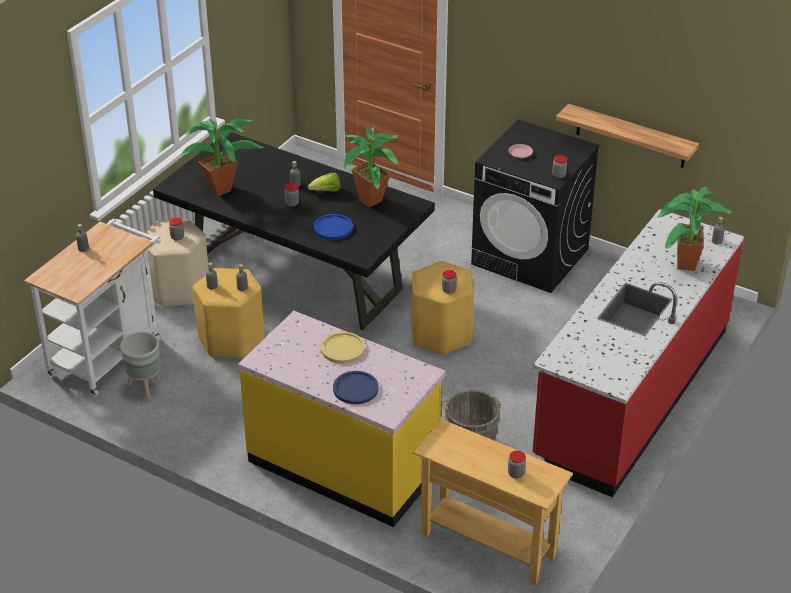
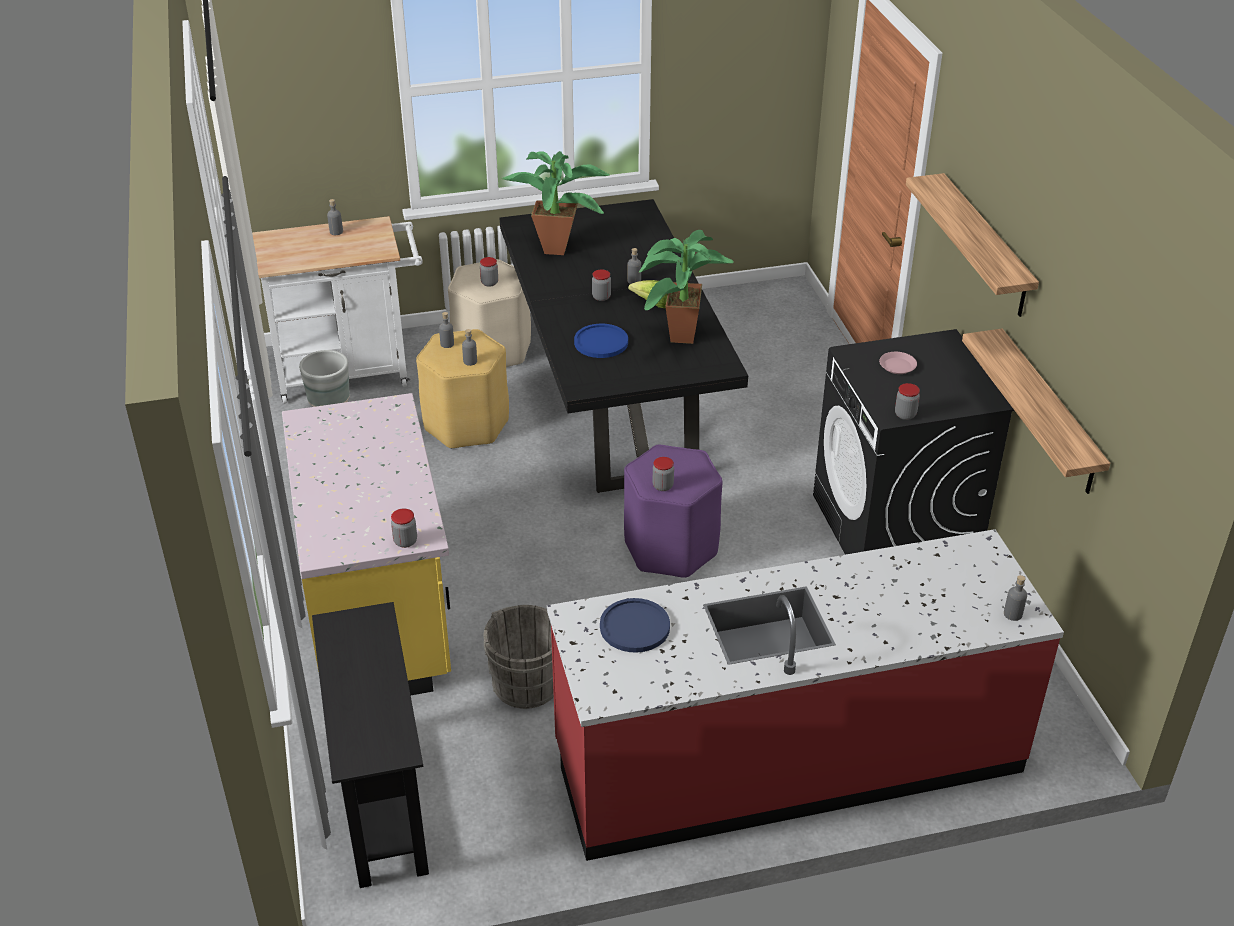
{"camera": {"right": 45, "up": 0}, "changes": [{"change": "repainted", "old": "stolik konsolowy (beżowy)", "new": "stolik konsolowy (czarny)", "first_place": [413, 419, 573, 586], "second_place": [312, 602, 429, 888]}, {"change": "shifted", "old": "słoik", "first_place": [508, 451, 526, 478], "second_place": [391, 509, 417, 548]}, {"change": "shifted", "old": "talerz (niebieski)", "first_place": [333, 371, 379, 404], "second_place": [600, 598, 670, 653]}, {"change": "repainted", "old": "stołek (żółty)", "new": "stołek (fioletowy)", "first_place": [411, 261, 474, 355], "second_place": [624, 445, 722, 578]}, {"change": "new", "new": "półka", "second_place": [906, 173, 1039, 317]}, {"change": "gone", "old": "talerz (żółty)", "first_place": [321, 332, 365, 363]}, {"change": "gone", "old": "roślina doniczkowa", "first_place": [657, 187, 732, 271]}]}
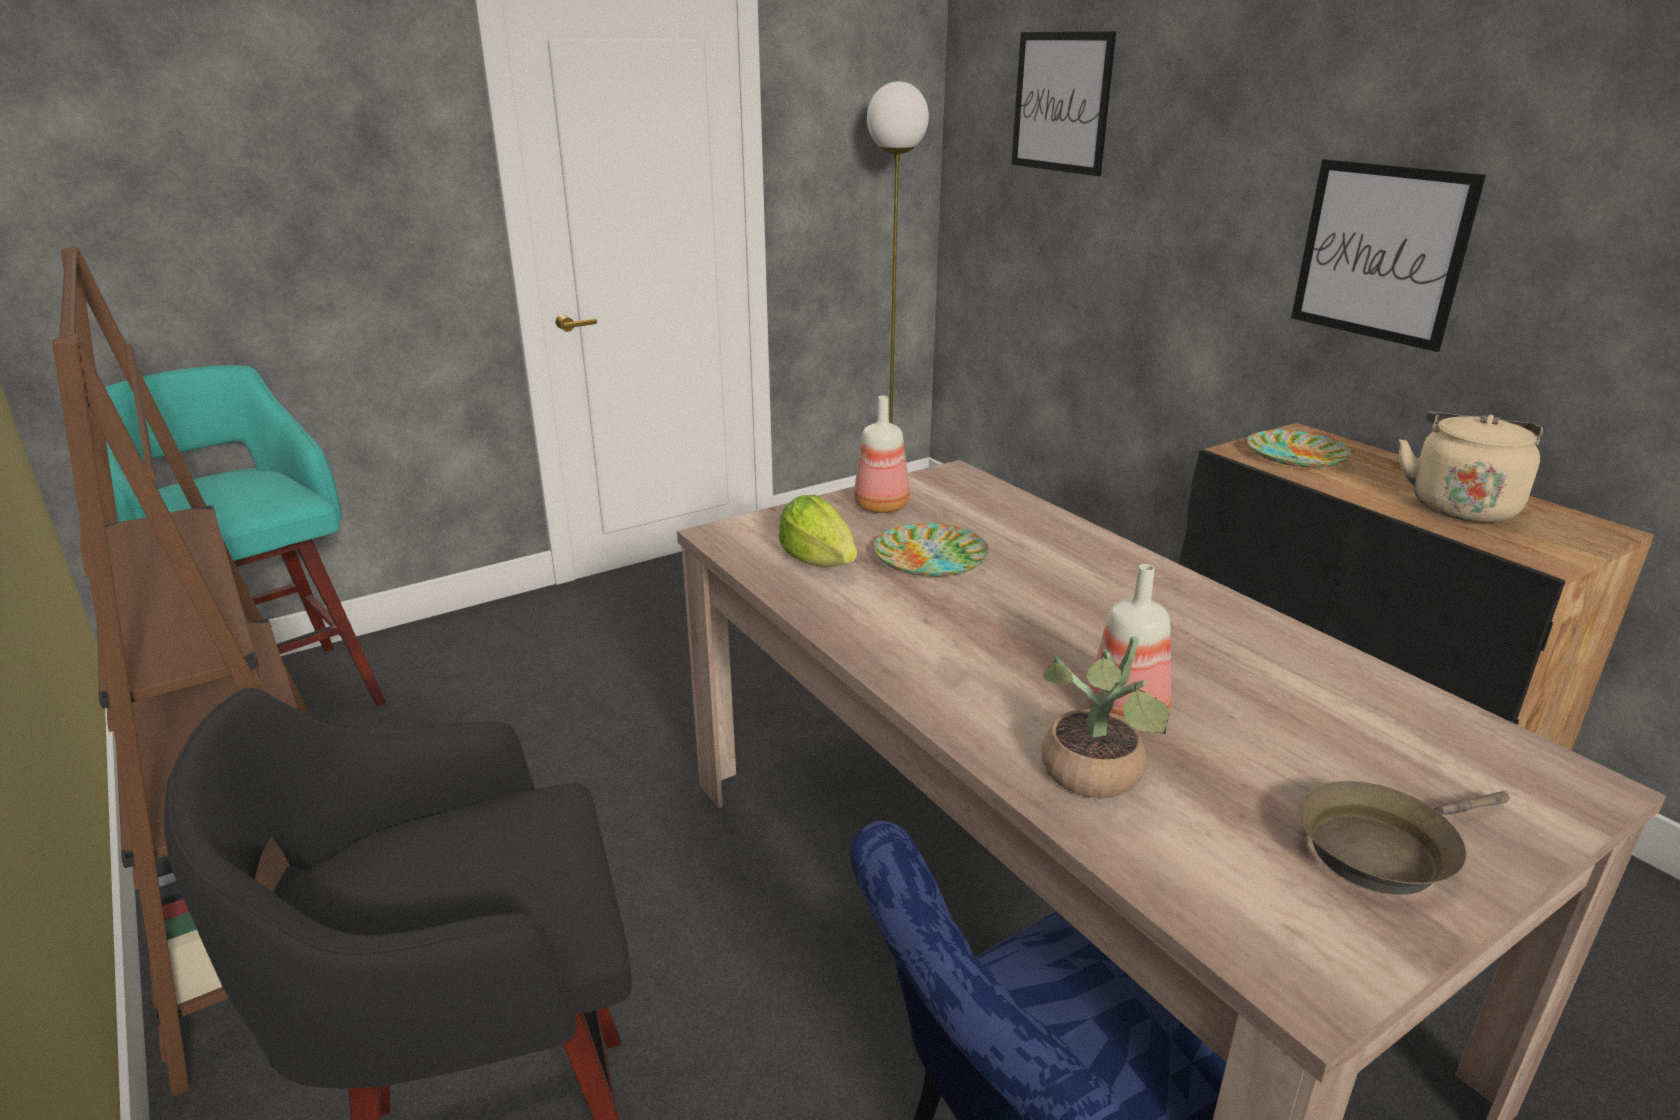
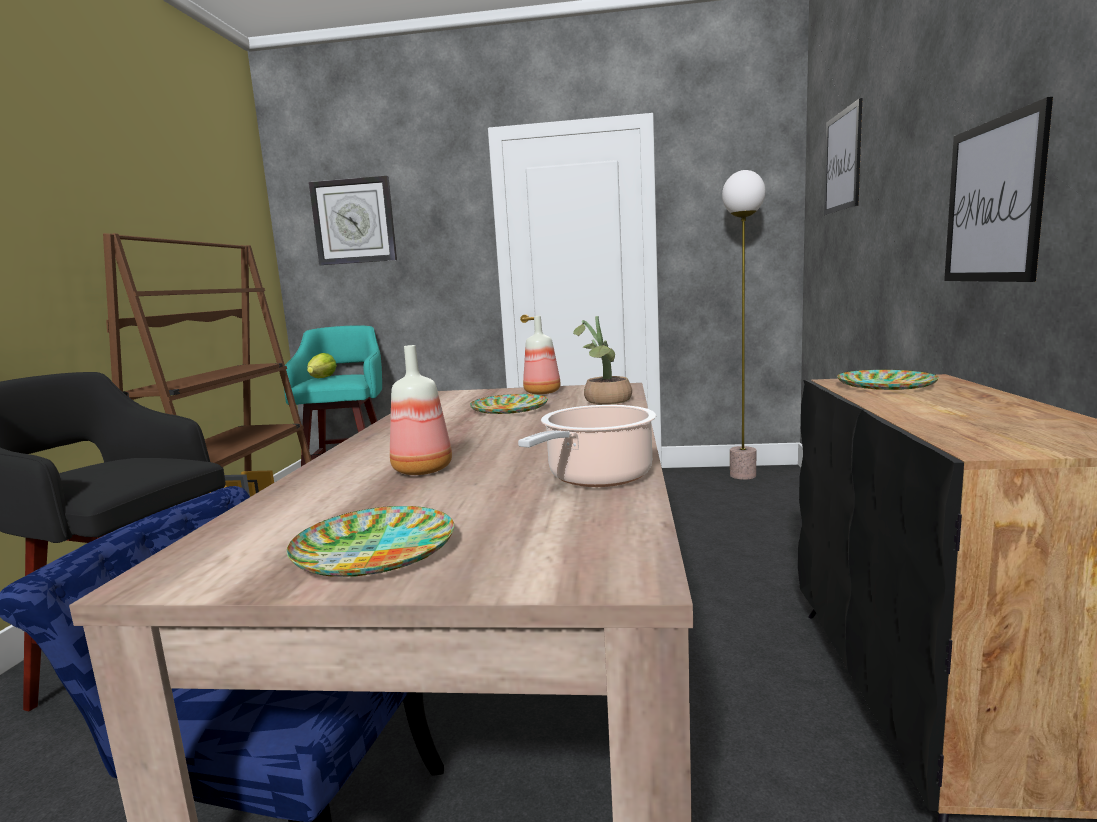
{"camera": {"right": 40, "up": -15}, "changes": [{"change": "swapped", "old": "patelnia (brązowy)", "new": "talerz", "first_place": [1298, 781, 1510, 895], "second_place": [287, 506, 454, 577]}, {"change": "shifted", "old": "sałata", "first_place": [779, 495, 857, 567], "second_place": [307, 353, 337, 378]}, {"change": "new", "new": "zegar ścienny", "second_place": [309, 176, 397, 265]}, {"change": "new", "new": "garnek", "second_place": [518, 405, 656, 487]}, {"change": "shifted", "old": "roślina doniczkowa", "first_place": [1041, 636, 1170, 798], "second_place": [573, 316, 632, 405]}, {"change": "gone", "old": "czajnik (beżowy)", "first_place": [1399, 412, 1543, 523]}]}
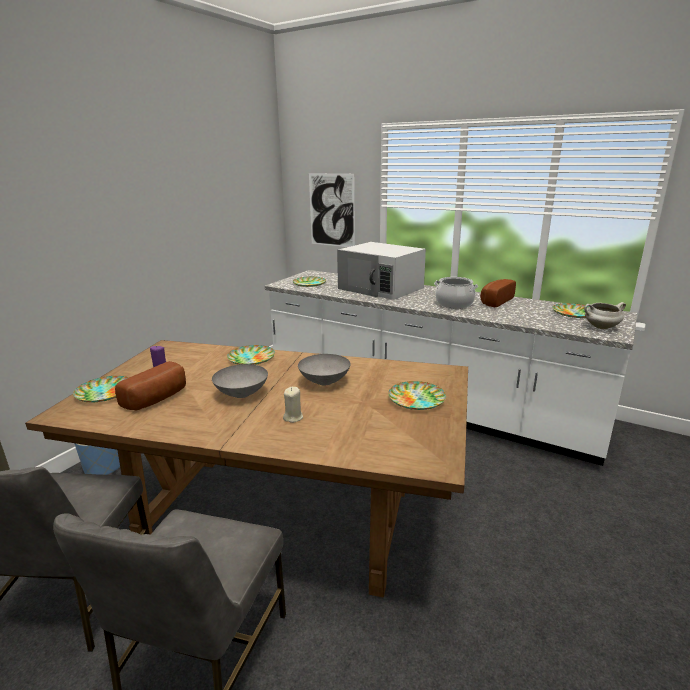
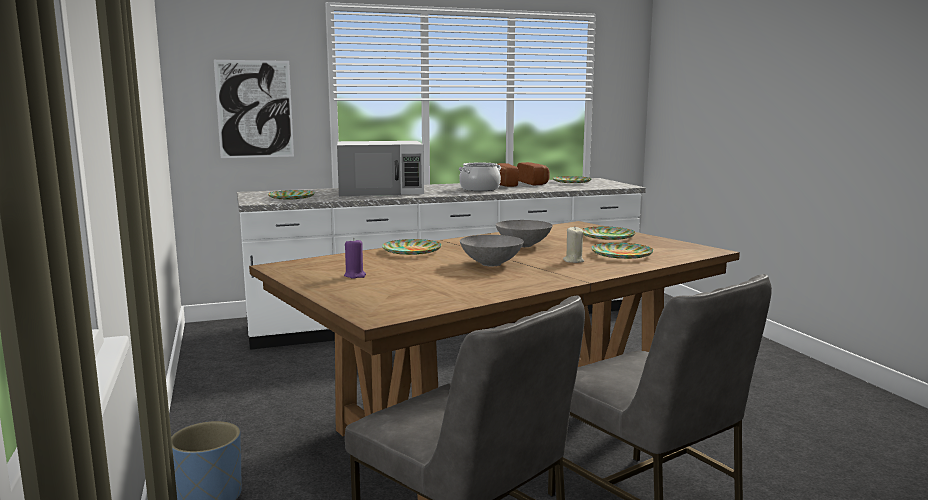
{"camera": {"right": -50, "up": -10}, "changes": [{"change": "shifted", "old": "chleb", "first_place": [115, 361, 186, 410], "second_place": [517, 162, 550, 185]}, {"change": "shifted", "old": "talerz", "first_place": [73, 376, 129, 402], "second_place": [591, 242, 653, 259]}, {"change": "gone", "old": "garnek (biały)", "first_place": [584, 302, 626, 329]}]}
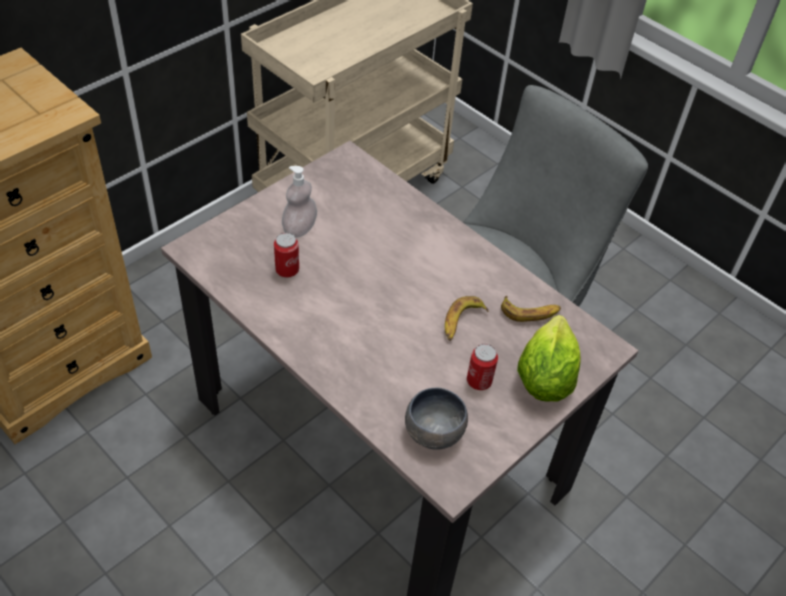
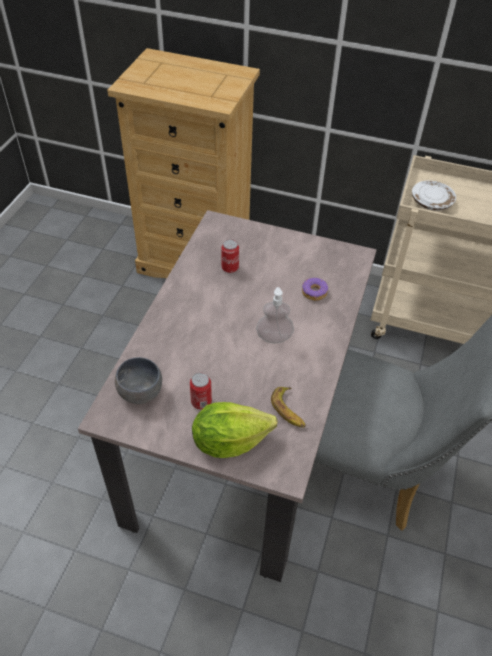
{"camera": {"right": 65, "up": 0}, "changes": [{"change": "shifted", "old": "dozownik mydła", "first_place": [282, 166, 317, 237], "second_place": [256, 287, 294, 343]}, {"change": "new", "new": "donut", "second_place": [302, 278, 328, 301]}, {"change": "new", "new": "talerz (biały)", "second_place": [412, 180, 456, 211]}, {"change": "gone", "old": "banan", "first_place": [445, 296, 489, 341]}]}
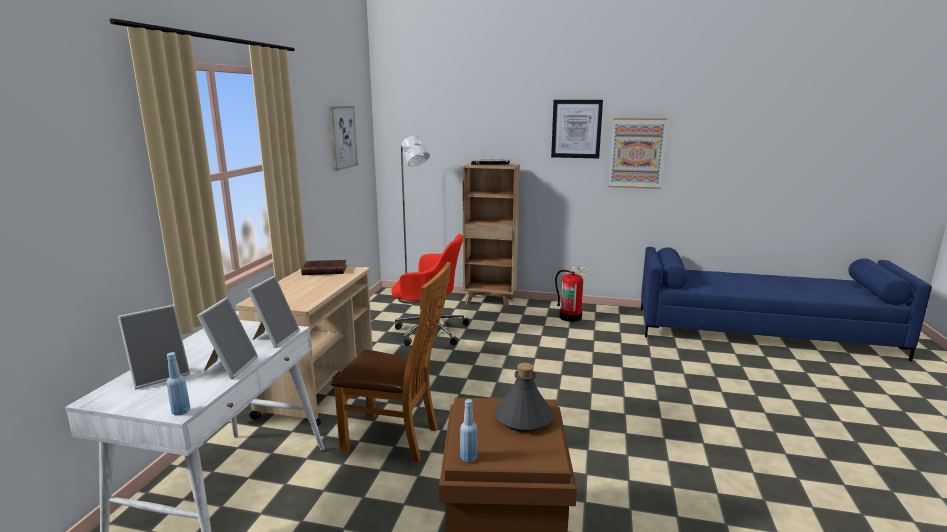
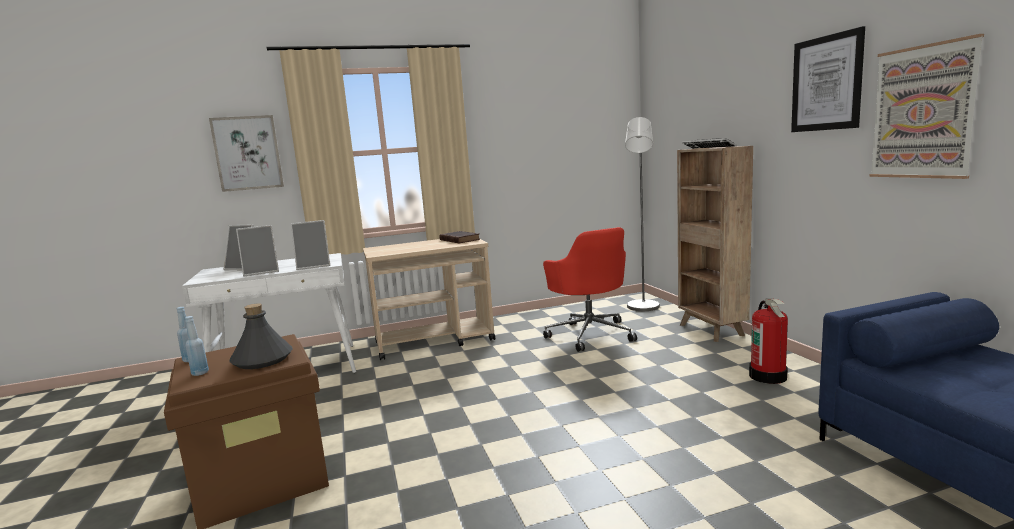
{"camera": {"right": 60, "up": -5}, "changes": [{"change": "shifted", "old": "butelka (niebieski)", "first_place": [166, 352, 190, 415], "second_place": [185, 316, 209, 376]}, {"change": "shifted", "old": "obraz", "first_place": [329, 106, 358, 171], "second_place": [209, 115, 284, 192]}, {"change": "gone", "old": "krzesło (brązowy)", "first_place": [331, 262, 451, 462]}]}
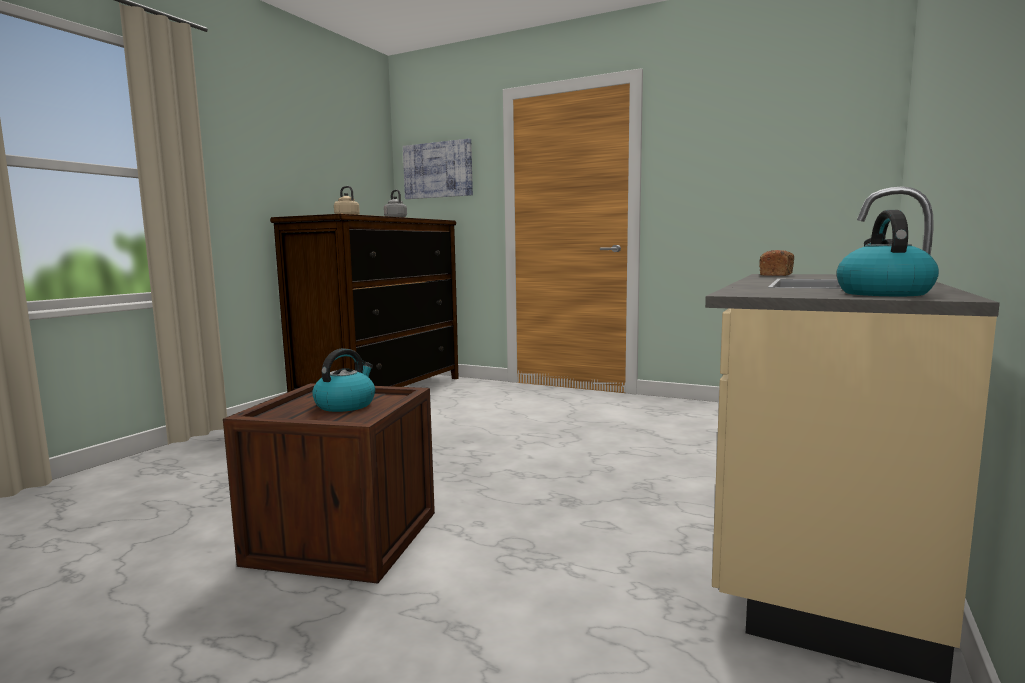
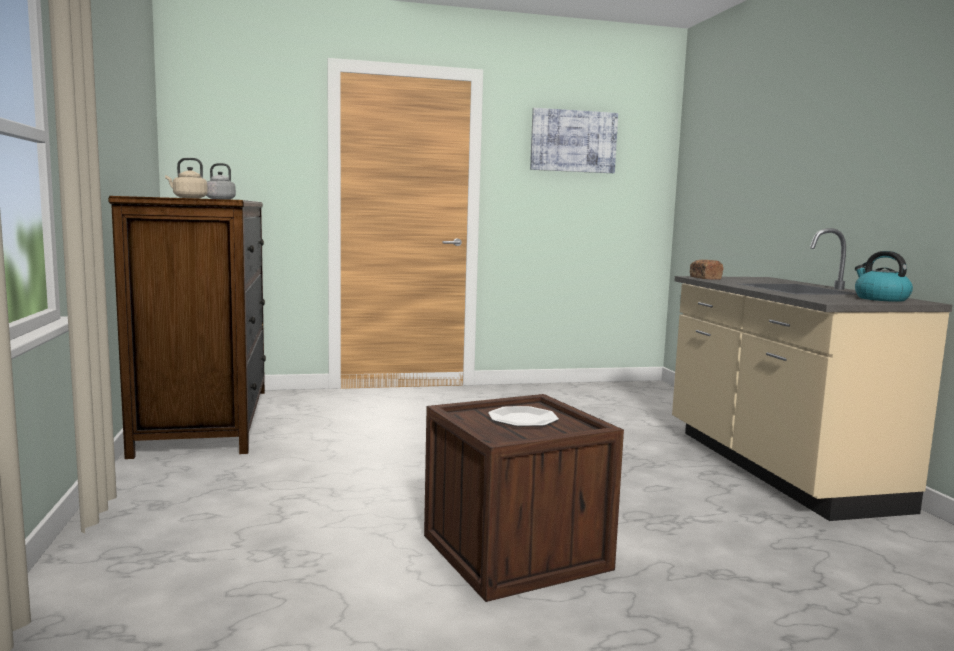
{"camera": {"right": -40, "up": 0}, "changes": [{"change": "swapped", "old": "czajnik", "new": "talerz", "first_place": [312, 348, 375, 412], "second_place": [488, 406, 559, 427]}, {"change": "shifted", "old": "obraz", "first_place": [403, 139, 473, 199], "second_place": [530, 108, 618, 173]}]}
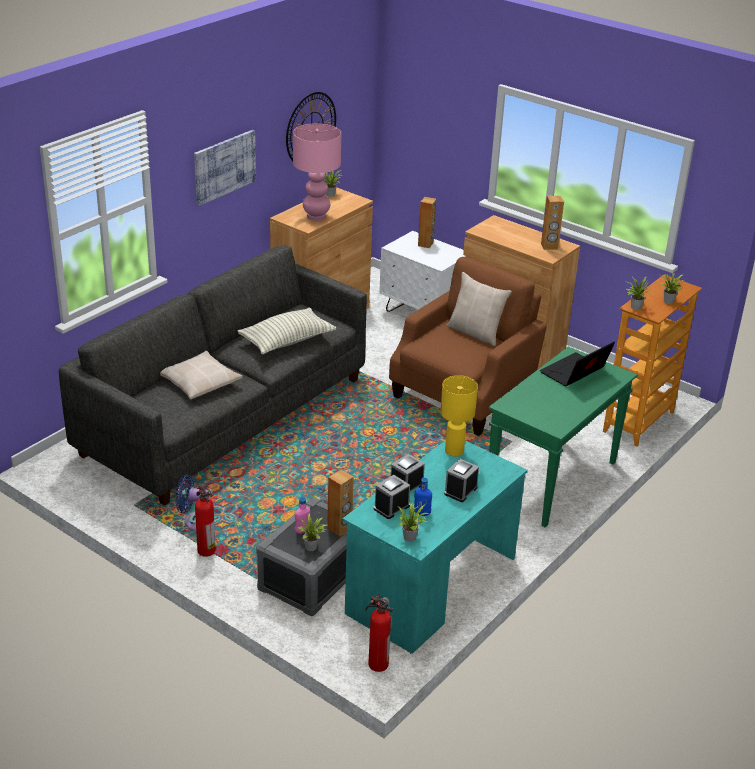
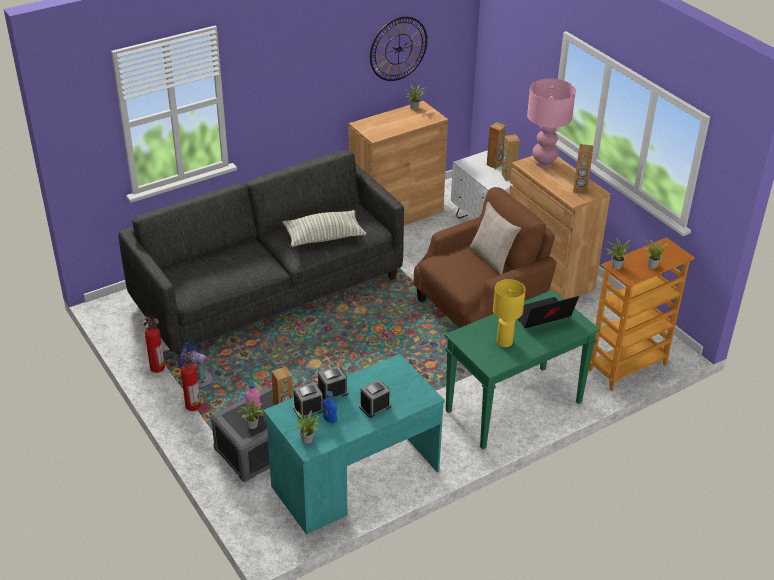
{"camera": {"right": 20, "up": 5}, "changes": [{"change": "shifted", "old": "gaśnica", "first_place": [365, 596, 394, 672], "second_place": [144, 316, 165, 373]}, {"change": "shifted", "old": "lampa stołowa (żółty)", "first_place": [440, 375, 478, 457], "second_place": [493, 279, 526, 347]}, {"change": "new", "new": "głośnik (brązowy)", "second_place": [502, 134, 520, 181]}, {"change": "shifted", "old": "lampa stołowa (różowy)", "first_place": [293, 123, 341, 221], "second_place": [527, 78, 576, 168]}, {"change": "gone", "old": "poduszka (beżowy)", "first_place": [160, 351, 242, 400]}, {"change": "gone", "old": "obraz", "first_place": [194, 130, 256, 206]}]}
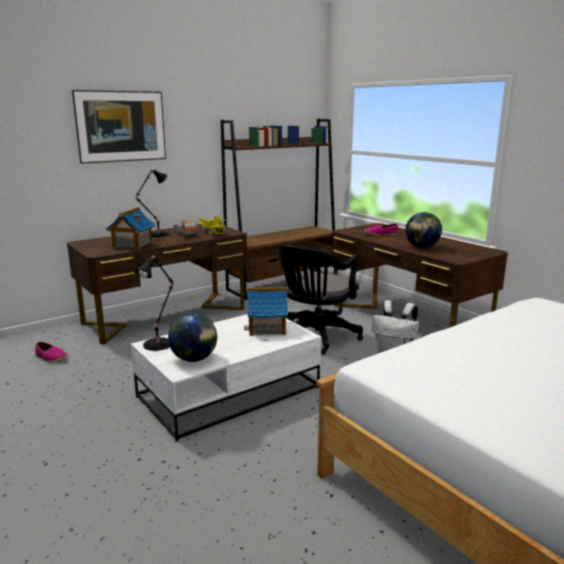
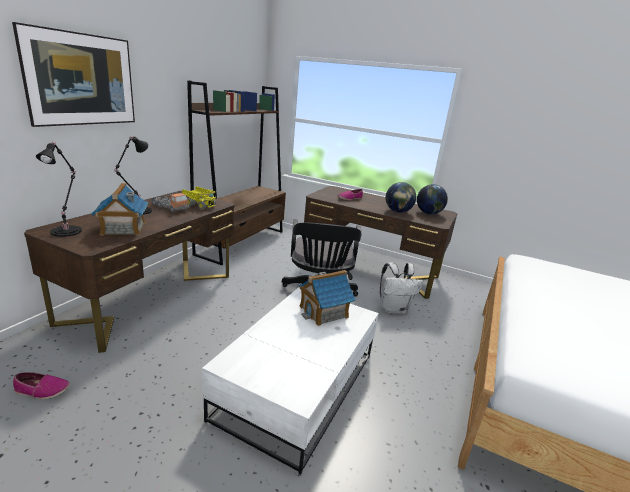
{"camera": {"right": -30, "up": 5}, "changes": [{"change": "shifted", "old": "lampa stołowa (czarny)", "first_place": [135, 255, 174, 351], "second_place": [36, 142, 82, 237]}, {"change": "shifted", "old": "globus", "first_place": [168, 313, 217, 362], "second_place": [417, 184, 448, 214]}]}
